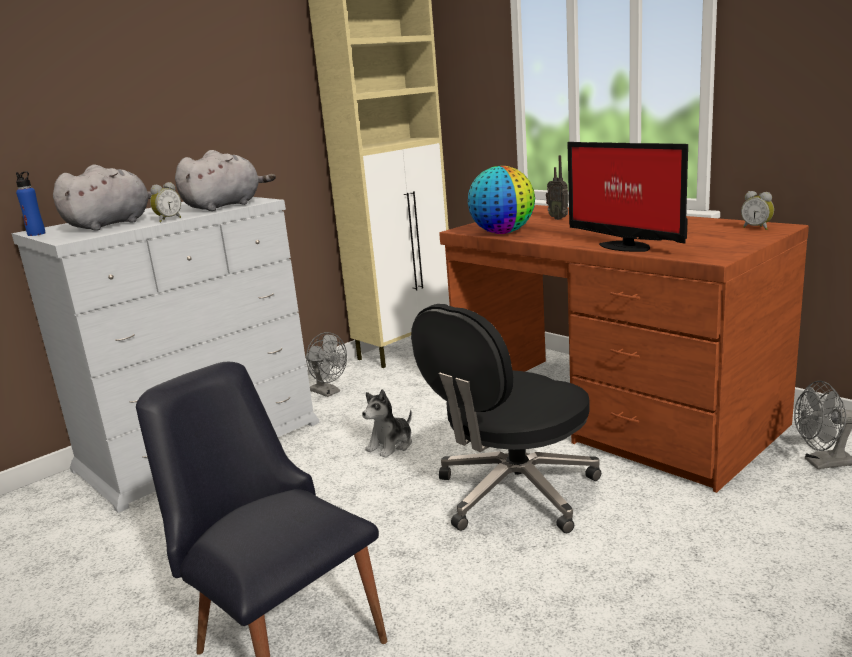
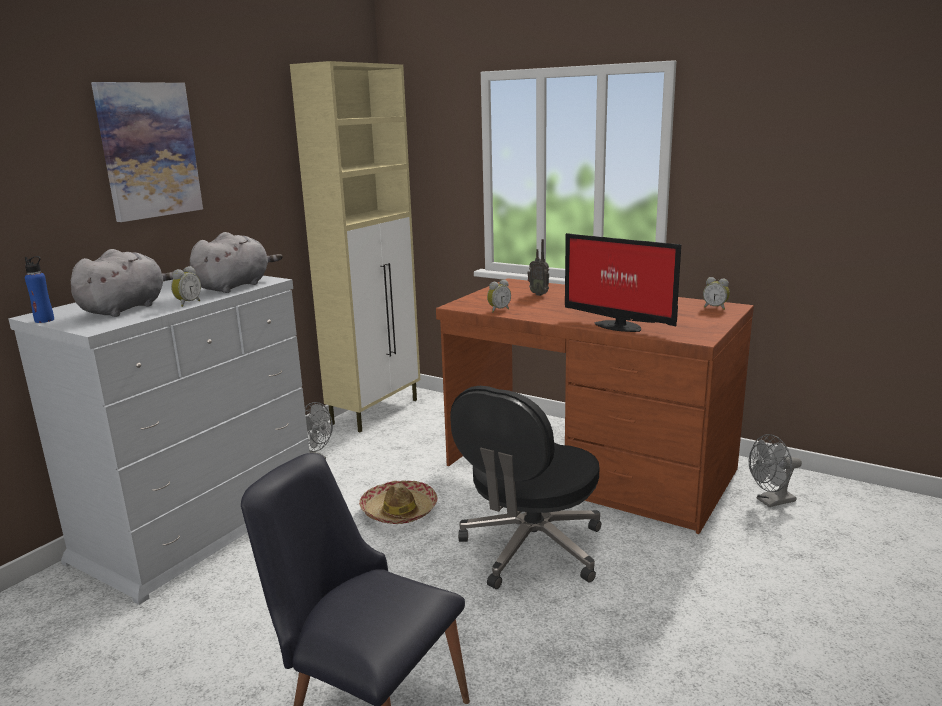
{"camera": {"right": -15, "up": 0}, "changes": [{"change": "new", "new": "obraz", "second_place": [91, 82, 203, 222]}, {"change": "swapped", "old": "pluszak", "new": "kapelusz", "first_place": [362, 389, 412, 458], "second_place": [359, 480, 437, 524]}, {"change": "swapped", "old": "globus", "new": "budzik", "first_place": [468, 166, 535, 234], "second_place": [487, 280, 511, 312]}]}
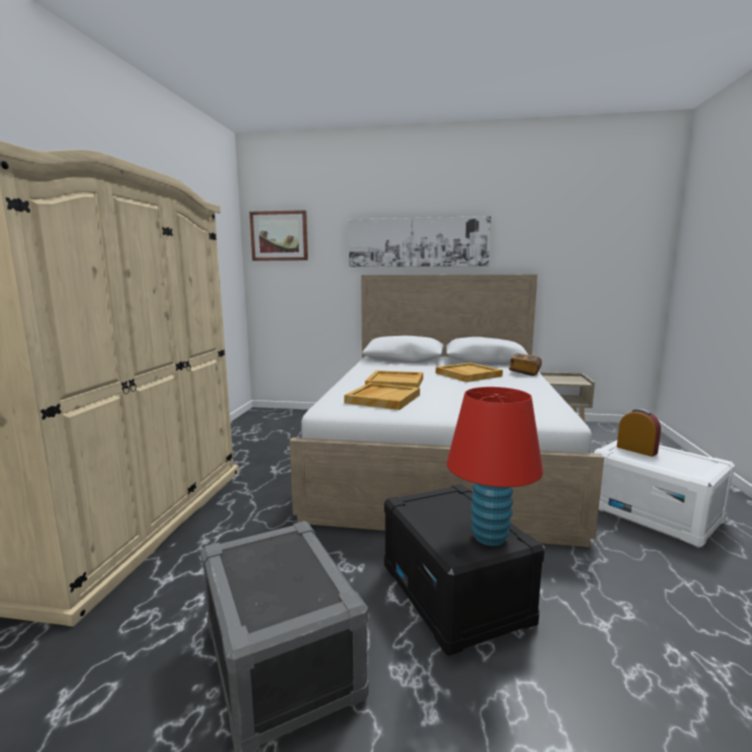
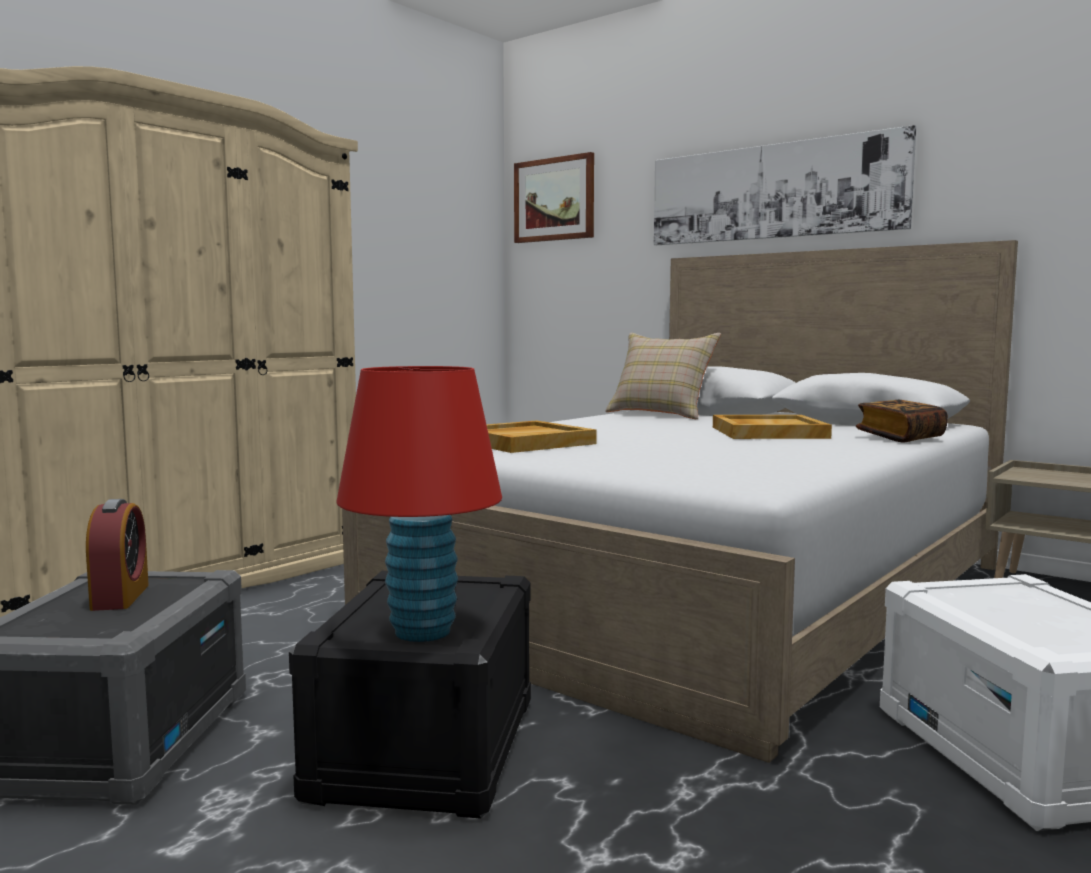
{"camera": {"right": 30, "up": -5}, "changes": [{"change": "shifted", "old": "budzik", "first_place": [617, 409, 661, 457], "second_place": [86, 499, 149, 611]}, {"change": "new", "new": "poduszka (beżowy)", "second_place": [605, 333, 721, 419]}, {"change": "gone", "old": "taca (beżowy)", "first_place": [365, 370, 423, 388]}]}
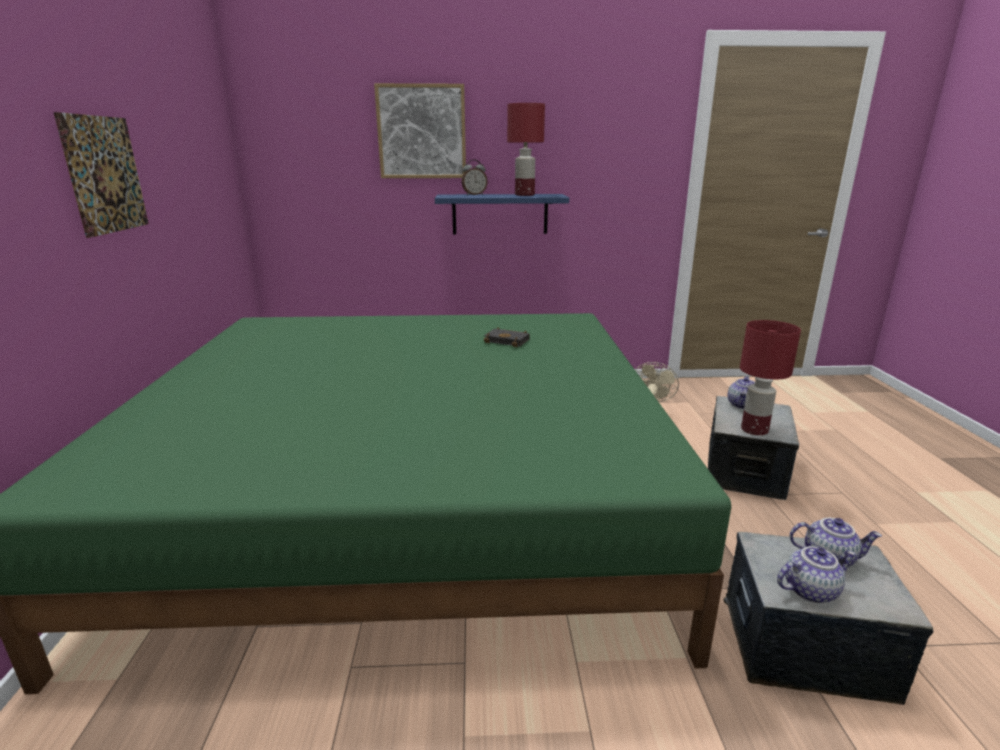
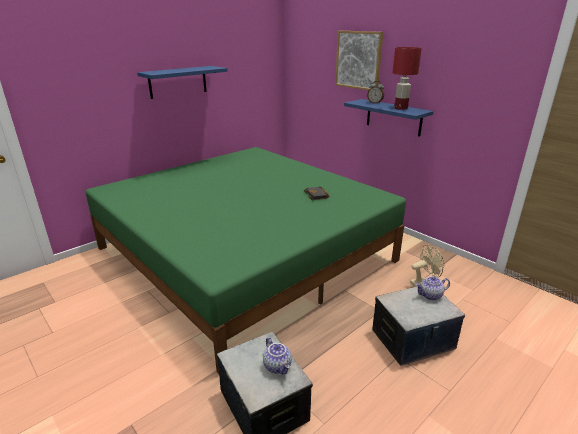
{"camera": {"right": 50, "up": 5}, "changes": [{"change": "swapped", "old": "obraz", "new": "półka (niebieski)", "first_place": [54, 112, 149, 238], "second_place": [137, 66, 228, 99]}, {"change": "gone", "old": "lampa stołowa (czerwony)", "first_place": [740, 320, 801, 435]}, {"change": "gone", "old": "imbryk", "first_place": [777, 546, 856, 603]}]}
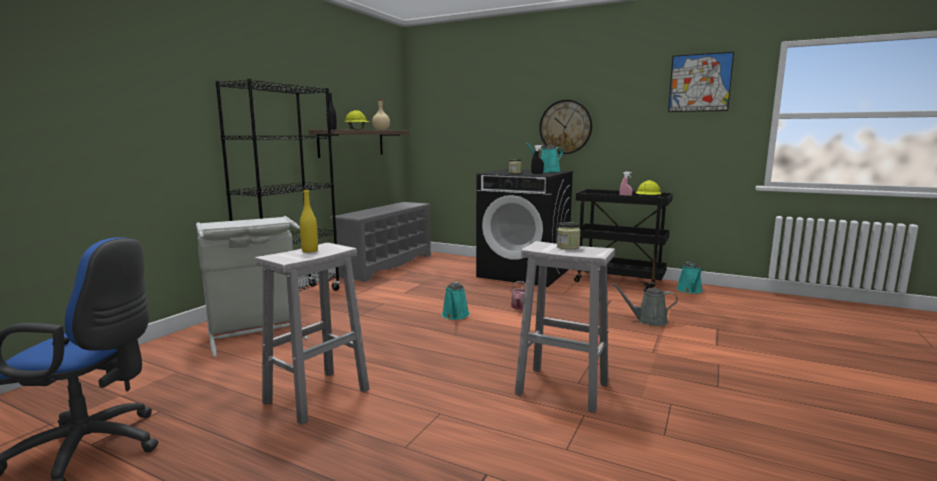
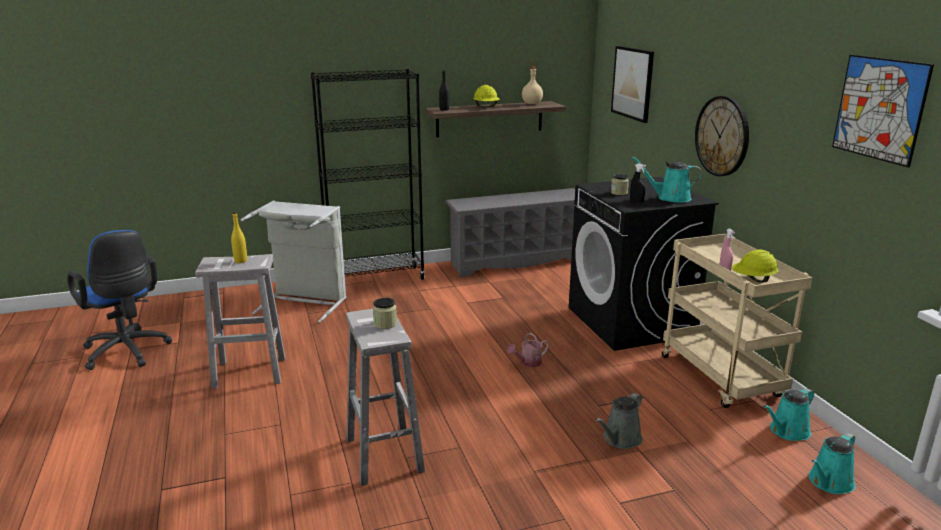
{"camera": {"right": 45, "up": 10}, "changes": [{"change": "rotated", "old": "konewka (szary)", "first_place": [611, 283, 678, 326], "second_place": [595, 393, 643, 449], "degrees": -105}, {"change": "new", "new": "obraz", "second_place": [611, 46, 654, 123]}, {"change": "repainted", "old": "wózek (czarny)", "new": "wózek (beżowy)", "first_place": [574, 189, 673, 290], "second_place": [662, 234, 813, 408]}, {"change": "shifted", "old": "konewka (turkusowy)", "first_place": [442, 282, 470, 320], "second_place": [809, 433, 855, 494]}]}
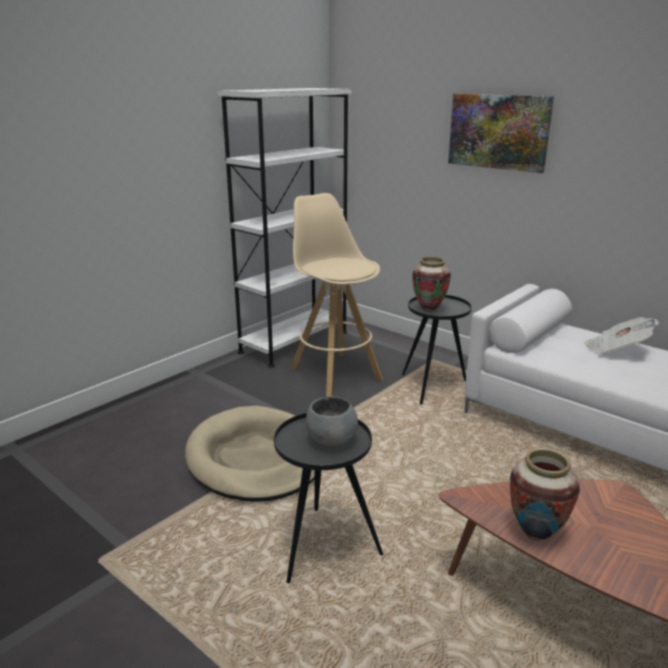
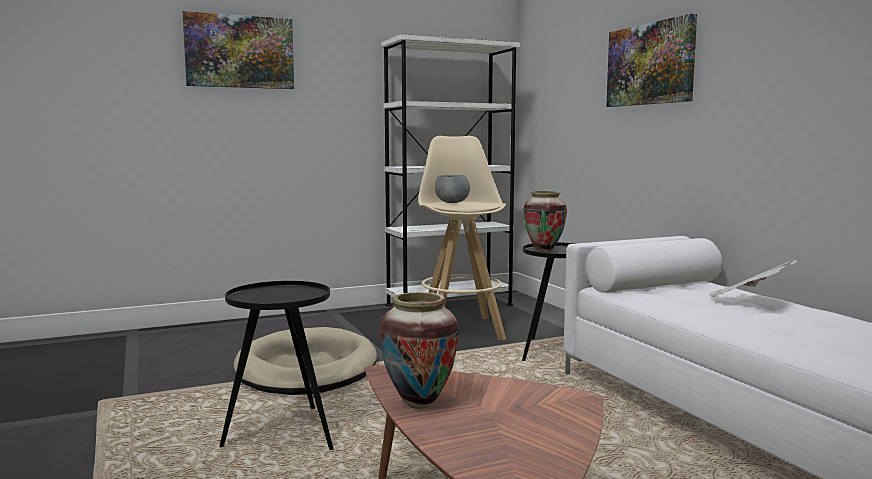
{"camera": {"right": 25, "up": -15}, "changes": [{"change": "new", "new": "obraz", "second_place": [183, 11, 294, 89]}, {"change": "shifted", "old": "miska (szary)", "first_place": [306, 396, 358, 446], "second_place": [435, 175, 470, 203]}]}
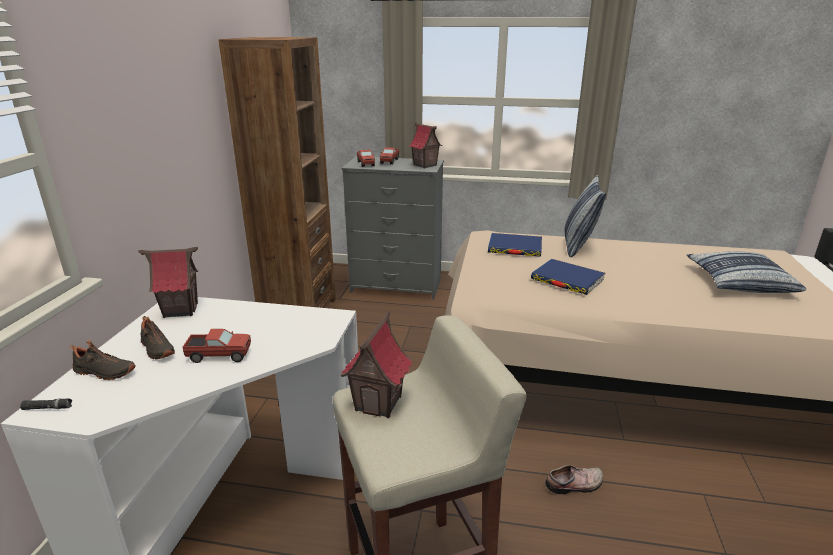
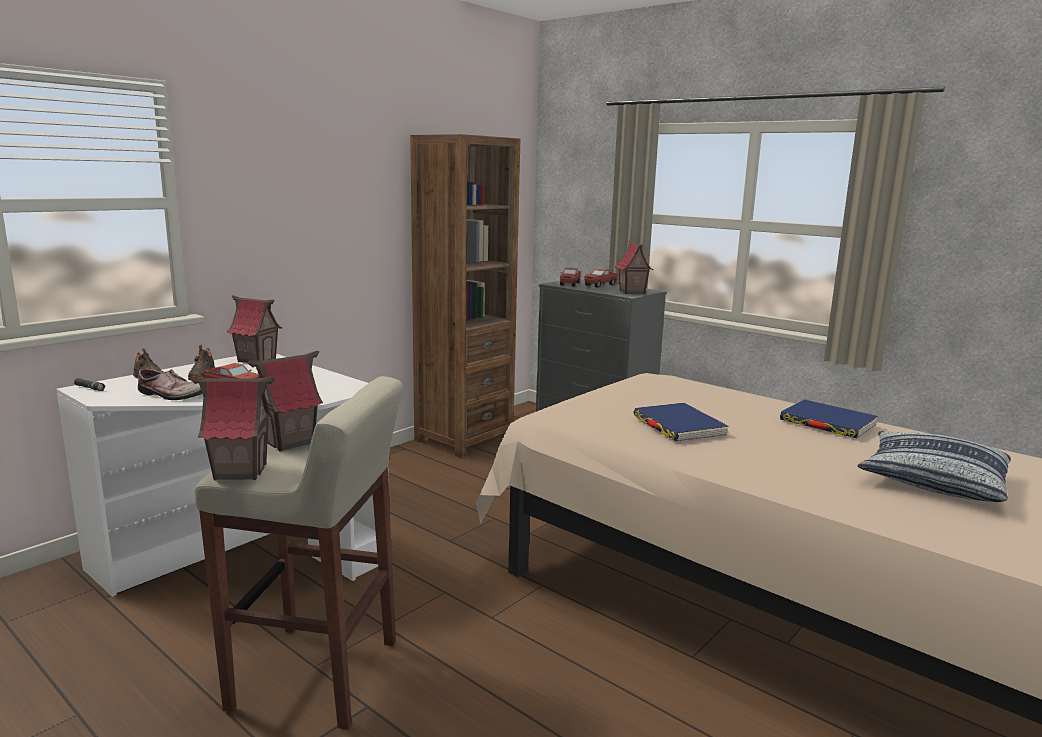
{"camera": {"right": 30, "up": -10}, "changes": [{"change": "shifted", "old": "but", "first_place": [545, 465, 603, 494], "second_place": [138, 369, 202, 400]}, {"change": "new", "new": "domek", "second_place": [190, 376, 276, 481]}, {"change": "shifted", "old": "książka (niebieski)", "first_place": [488, 233, 542, 257], "second_place": [780, 399, 878, 438]}, {"change": "gone", "old": "poduszka", "first_place": [565, 175, 606, 257]}]}
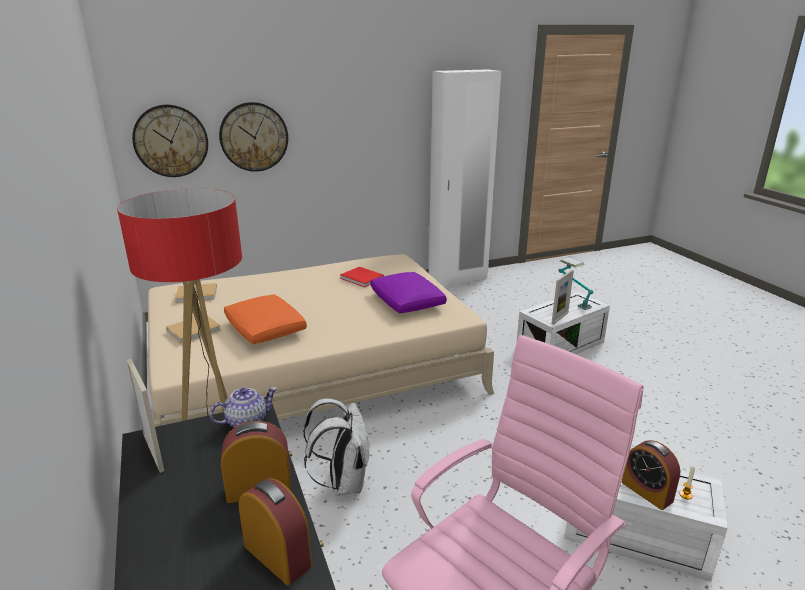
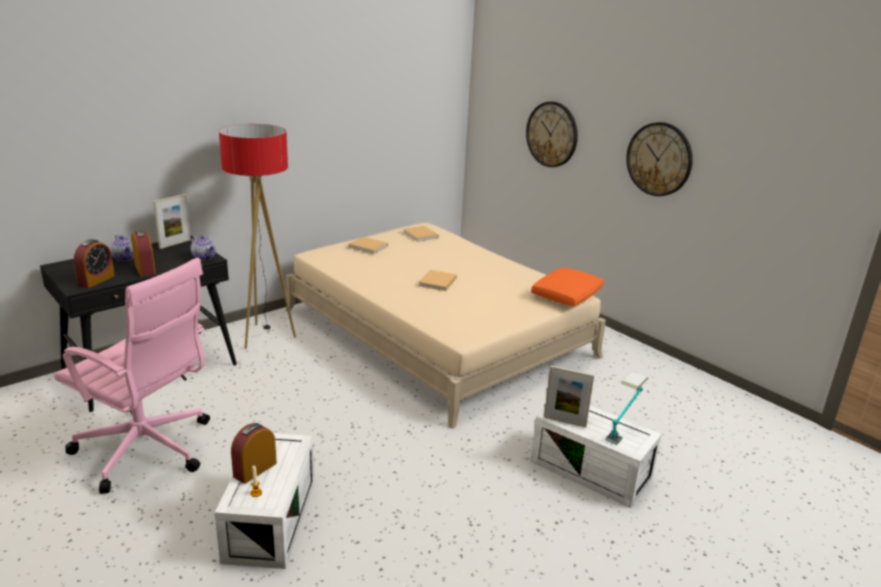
{"camera": {"right": 70, "up": 0}, "changes": [{"change": "new", "new": "imbryk", "second_place": [110, 235, 134, 261]}, {"change": "new", "new": "książka (beżowy)", "second_place": [418, 270, 457, 291]}, {"change": "shifted", "old": "poduszka (pomarańczowy)", "first_place": [224, 294, 307, 344], "second_place": [531, 267, 604, 306]}, {"change": "shifted", "old": "zegar ścienny", "first_place": [132, 105, 208, 177], "second_place": [626, 122, 693, 196]}, {"change": "gone", "old": "plecak (biały)", "first_place": [303, 398, 370, 496]}, {"change": "gone", "old": "książka (czerwony)", "first_place": [340, 267, 384, 287]}, {"change": "gone", "old": "poduszka (fioletowy)", "first_place": [370, 272, 447, 313]}, {"change": "gone", "old": "szafa (biały)", "first_place": [429, 69, 501, 286]}]}
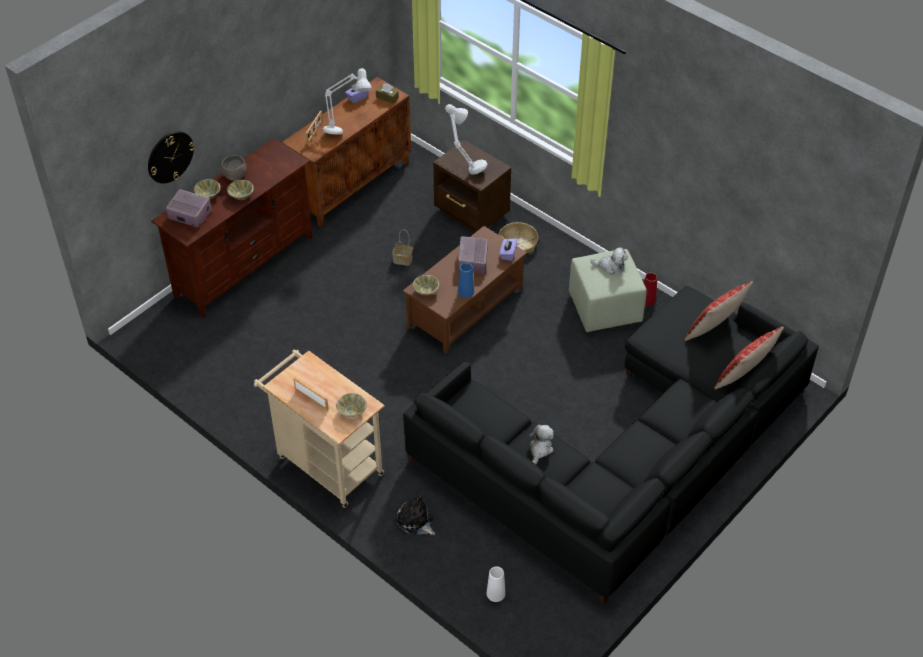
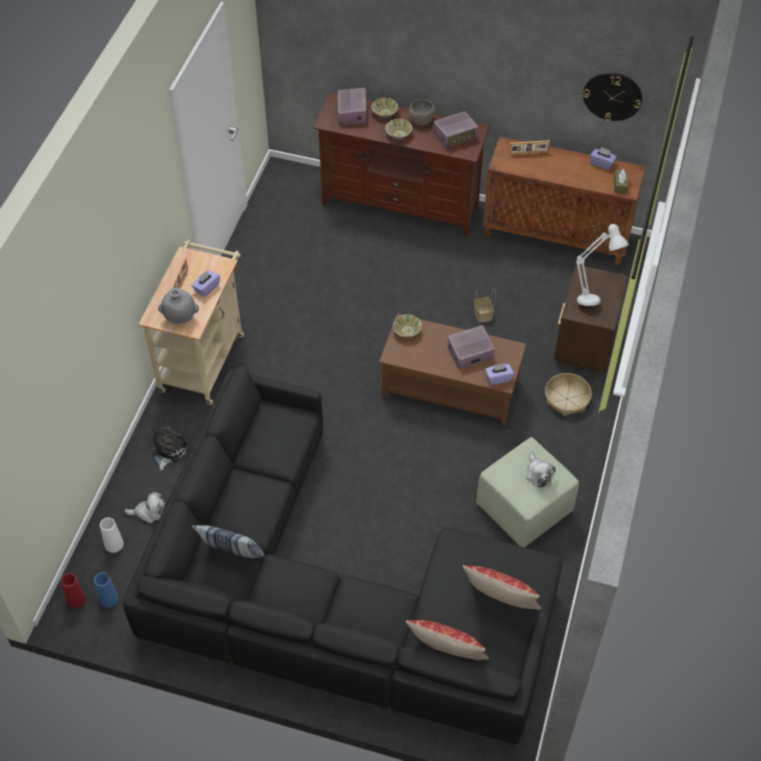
{"camera": {"right": 65, "up": 5}, "changes": [{"change": "shifted", "old": "wazon (czerwony)", "first_place": [644, 273, 658, 306], "second_place": [61, 573, 86, 608]}, {"change": "shifted", "old": "wazon (niebieski)", "first_place": [458, 263, 474, 298], "second_place": [94, 572, 119, 608]}, {"change": "shifted", "old": "pluszak", "first_place": [529, 425, 554, 464], "second_place": [124, 492, 165, 524]}, {"change": "swapped", "old": "miska (beżowy)", "new": "wazon (szary)", "first_place": [336, 393, 367, 417], "second_place": [158, 288, 199, 324]}, {"change": "new", "new": "pudełko chusteczek (fioletowy)", "second_place": [192, 271, 220, 297]}, {"change": "new", "new": "poduszka", "second_place": [192, 525, 265, 558]}, {"change": "new", "new": "radio", "second_place": [433, 111, 478, 148]}, {"change": "shifted", "old": "zegar ścienny", "first_place": [148, 131, 195, 184], "second_place": [583, 72, 642, 121]}, {"change": "gone", "old": "lampa stołowa (szary)", "first_place": [322, 68, 372, 134]}]}
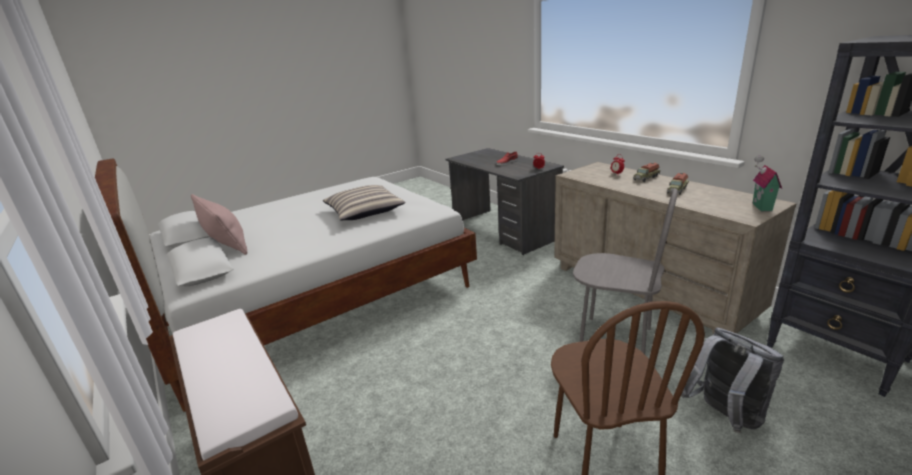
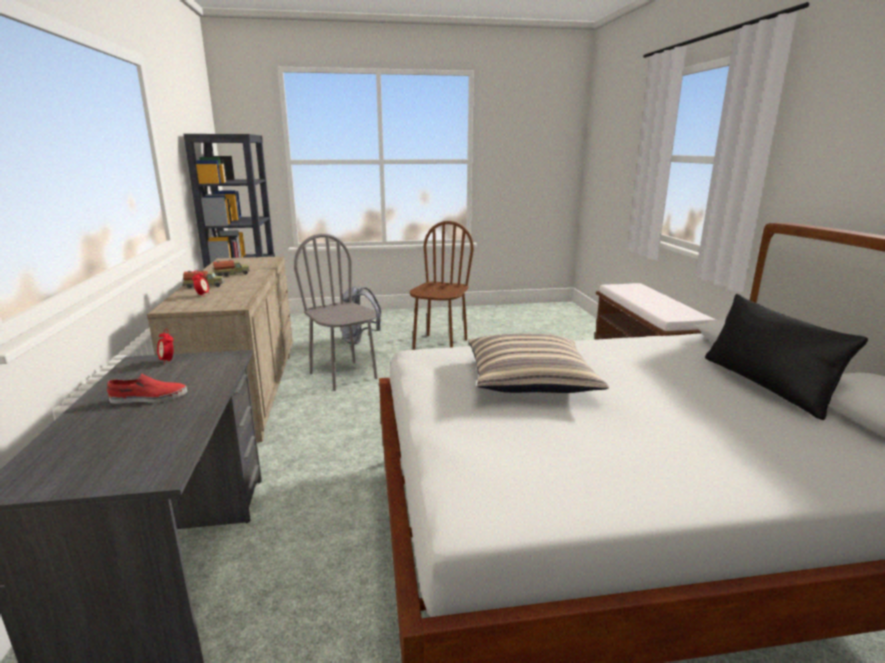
{"camera": {"right": -155, "up": -5}, "changes": [{"change": "repainted", "old": "poduszka (różowy)", "new": "poduszka (czarny)", "first_place": [191, 194, 248, 255], "second_place": [705, 294, 868, 420]}, {"change": "gone", "old": "domek", "first_place": [753, 156, 782, 212]}]}
